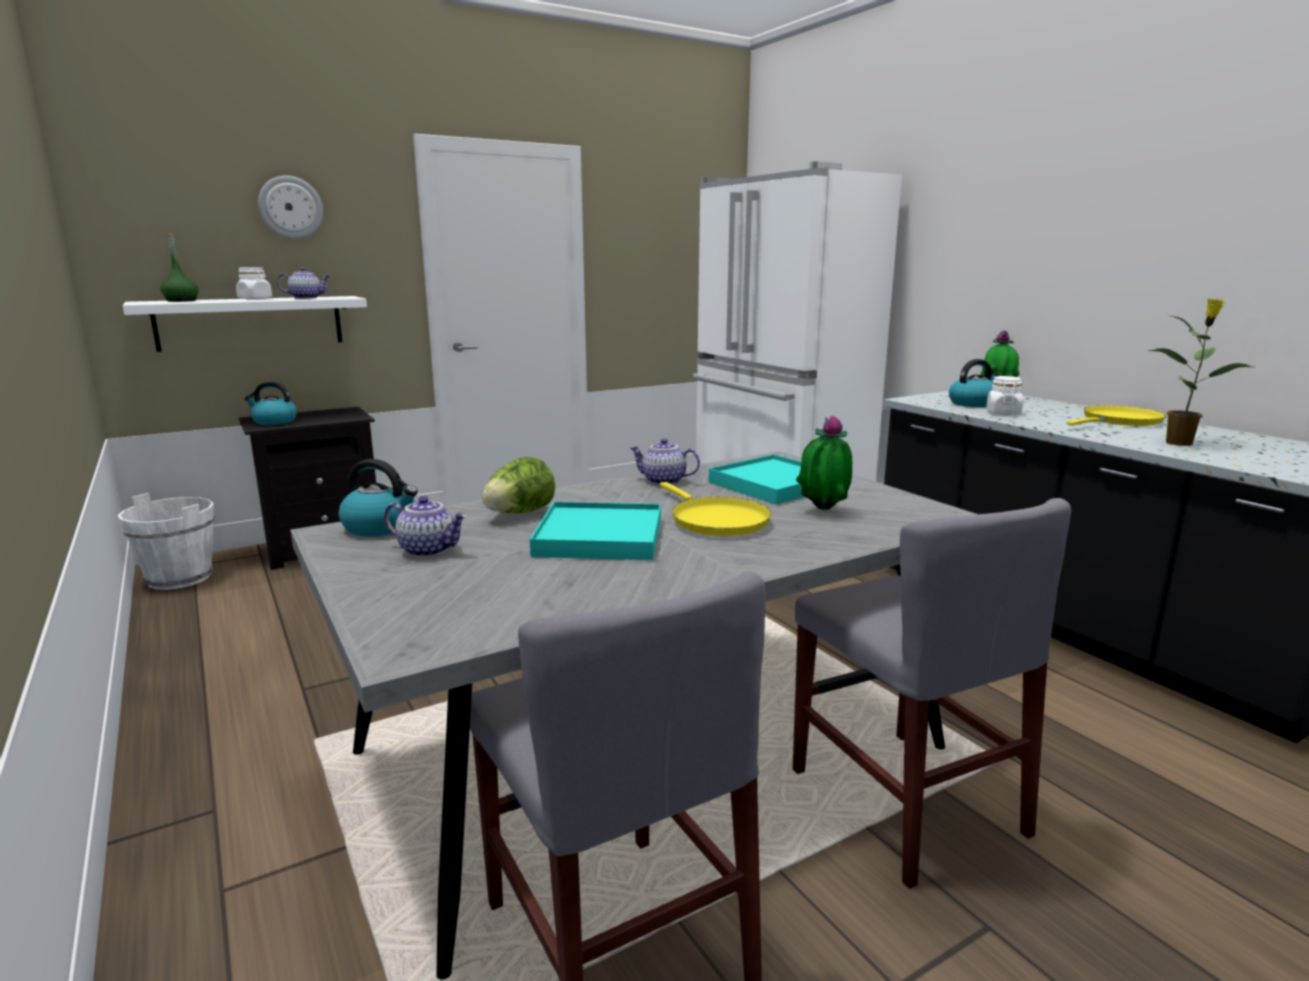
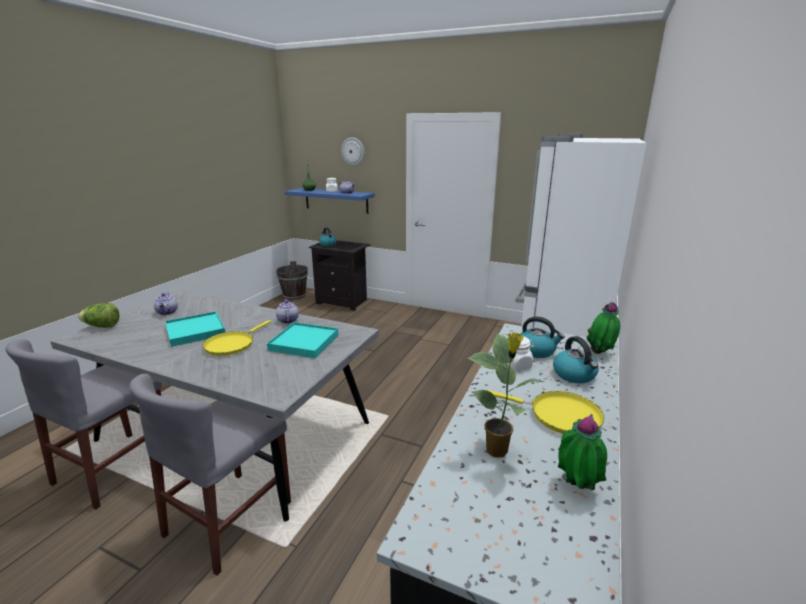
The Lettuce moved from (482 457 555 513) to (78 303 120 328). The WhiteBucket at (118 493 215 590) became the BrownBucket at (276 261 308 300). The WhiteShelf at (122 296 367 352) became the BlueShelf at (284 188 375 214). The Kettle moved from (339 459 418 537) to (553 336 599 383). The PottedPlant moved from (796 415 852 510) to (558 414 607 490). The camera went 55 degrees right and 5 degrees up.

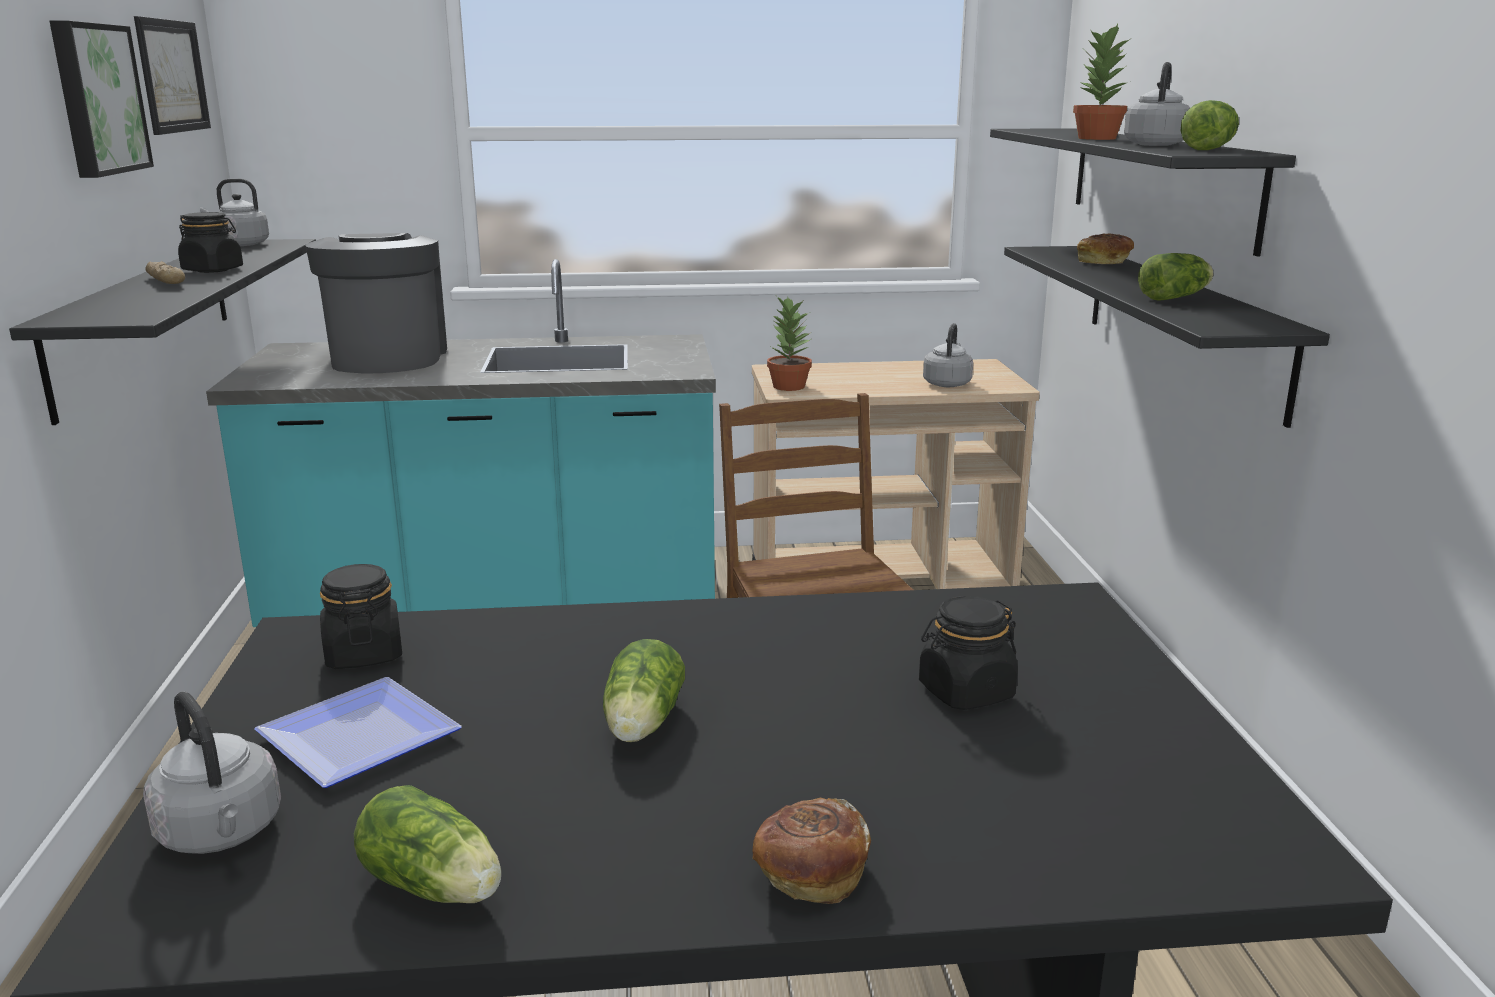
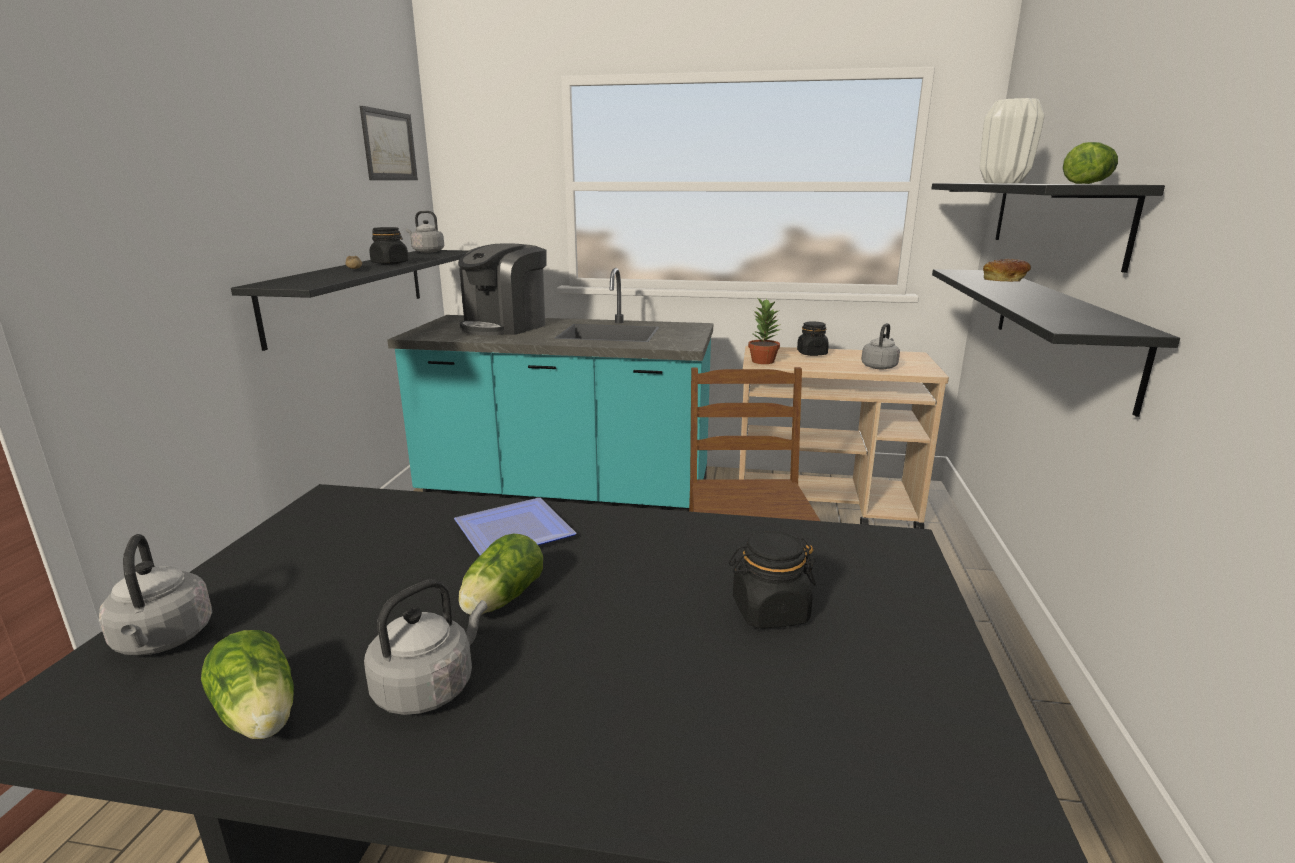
The GreyKettle moved from (1124 62 1190 146) to (364 579 487 715). The Plate moved from (254 677 462 788) to (454 498 576 555). The CoffeeMachine at (305 233 447 373) turned 150 degrees counterclockwise. The BlackJar moved from (320 564 402 669) to (797 321 829 356). The PottedPlant at (1073 24 1130 140) was replaced by the WhiteVase at (980 98 1045 183). The Picture at (50 21 154 178) disappeared. The Bread at (752 798 871 904) disappeared. The Lettuce at (1138 253 1213 301) disappeared. The camera went 15 degrees right and 0 degrees up.

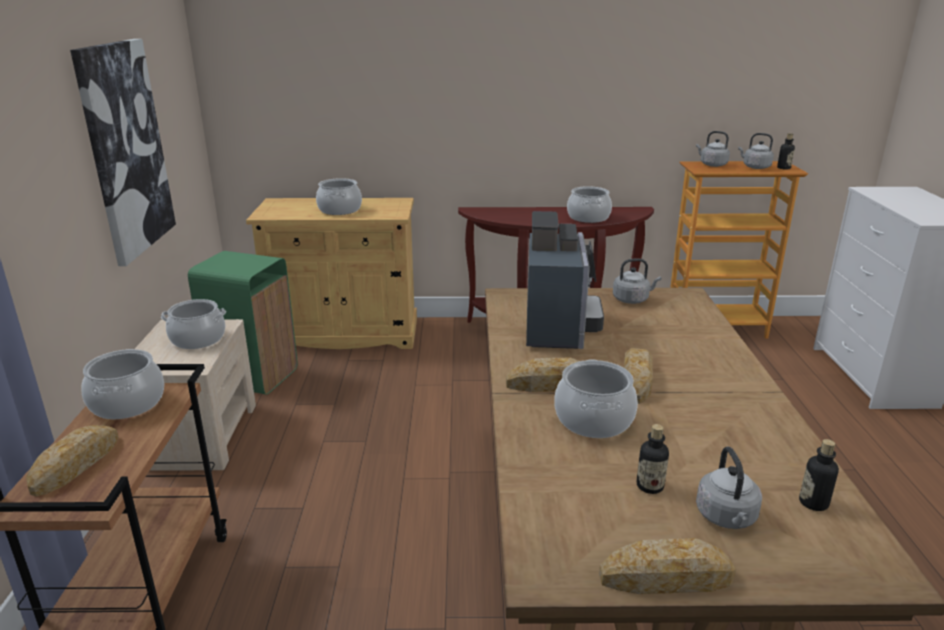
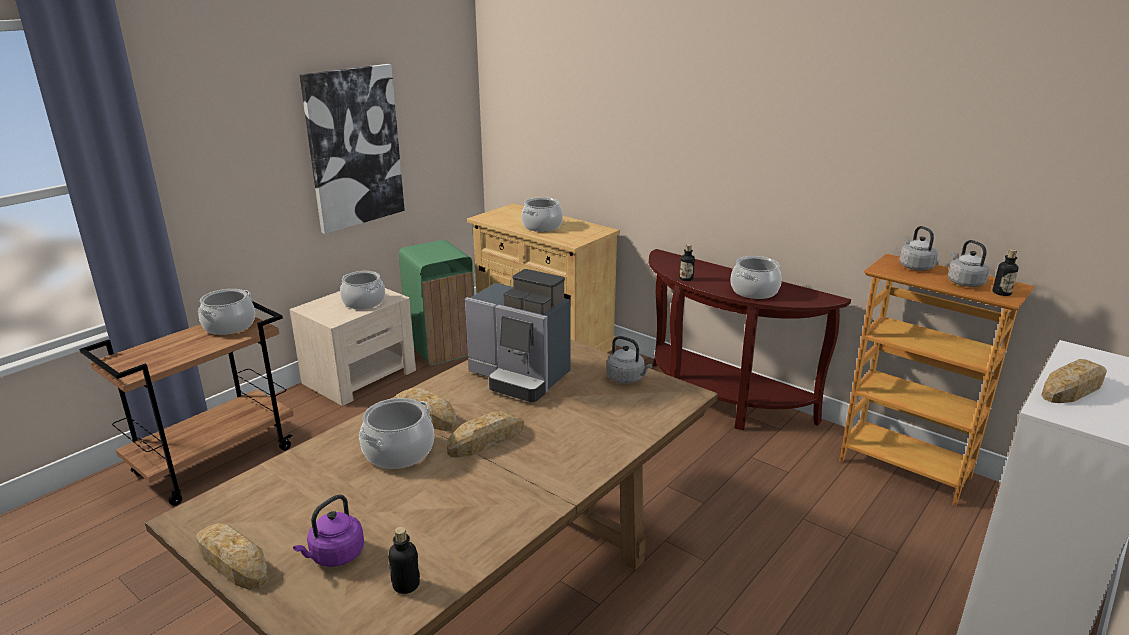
The GreyKettle at (696 447 762 529) became the PurpleKettle at (293 494 364 567). The CoffeeMachine at (526 211 604 349) turned 75 degrees clockwise. The Bottle moved from (636 424 669 494) to (679 244 695 281). The Bread moved from (26 425 119 497) to (1041 359 1107 403). The camera went 40 degrees right and 0 degrees up.

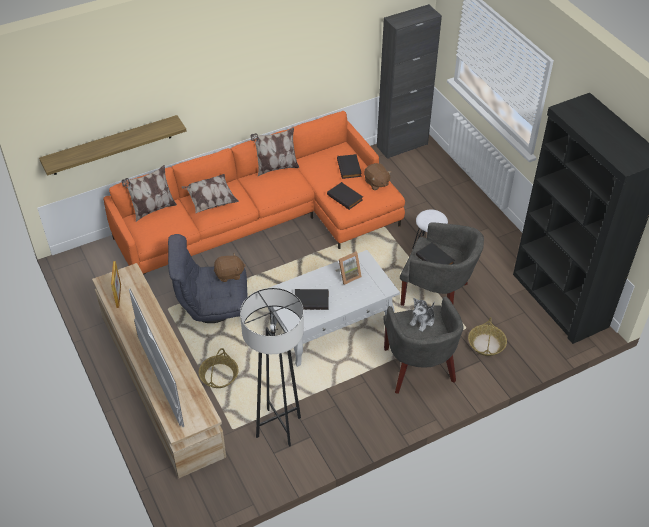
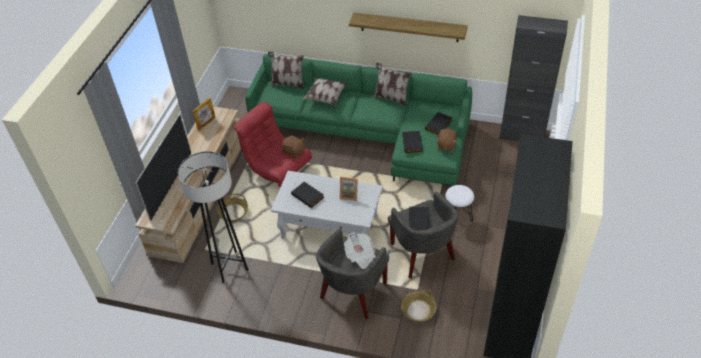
The GreyArmchair at (168 234 248 323) became the RedArmchair at (234 102 312 187). The OrangeSofa at (103 111 405 275) became the GreenSofa at (245 54 472 186). The PlushToy at (410 298 434 332) was replaced by the Newspaper at (344 232 376 269). The Shelf moved from (39 115 186 176) to (349 13 468 42). The camera went 45 degrees right and 0 degrees up.

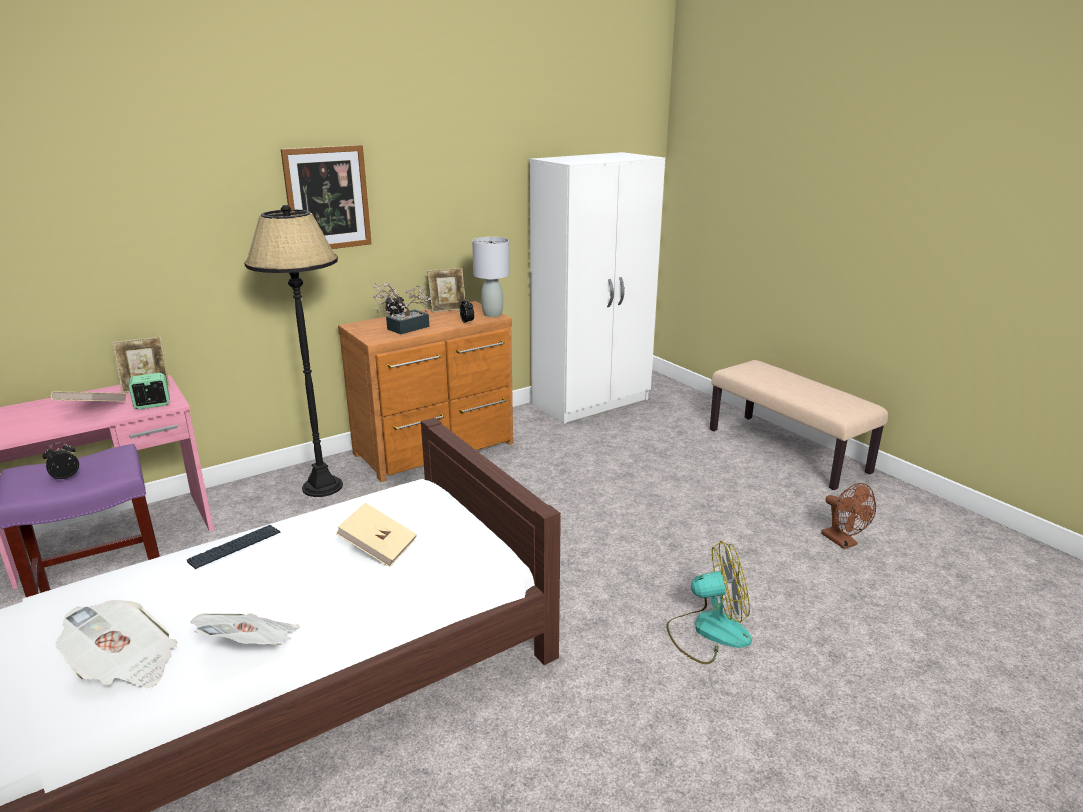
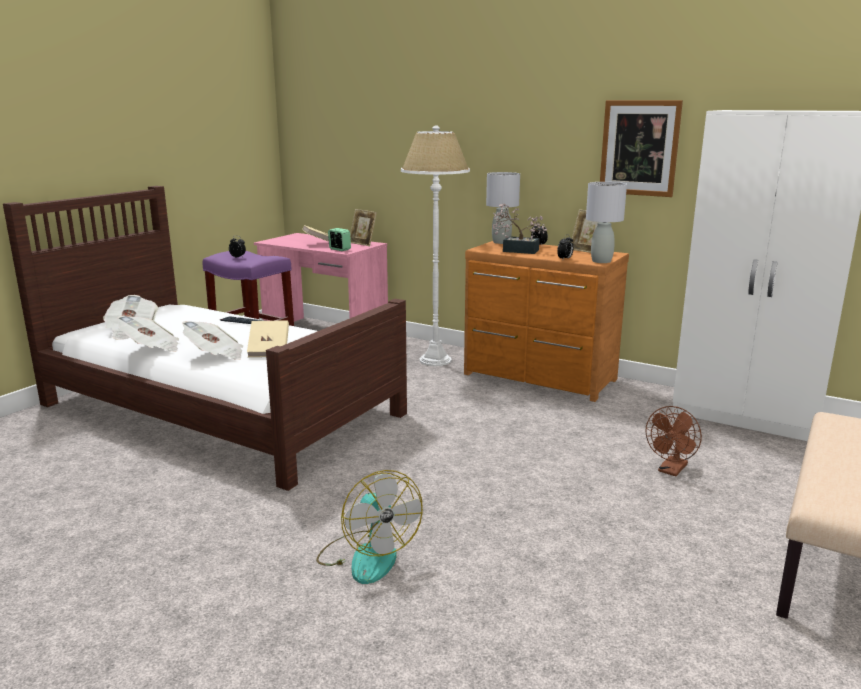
The Newspaper at (182 321 243 360) appeared. The BlackFloorLamp at (244 205 343 497) became the WhiteFloorLamp at (401 125 470 366). The GreyTableLamp at (486 172 520 244) appeared. The Picture moved from (281 145 372 249) to (600 100 683 197). The BrownFan moved from (821 483 876 549) to (646 406 702 476). The camera went 65 degrees right and 5 degrees down.

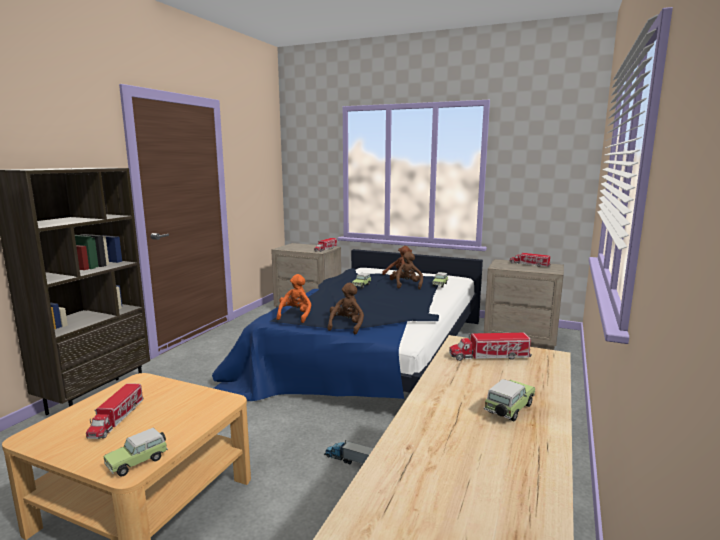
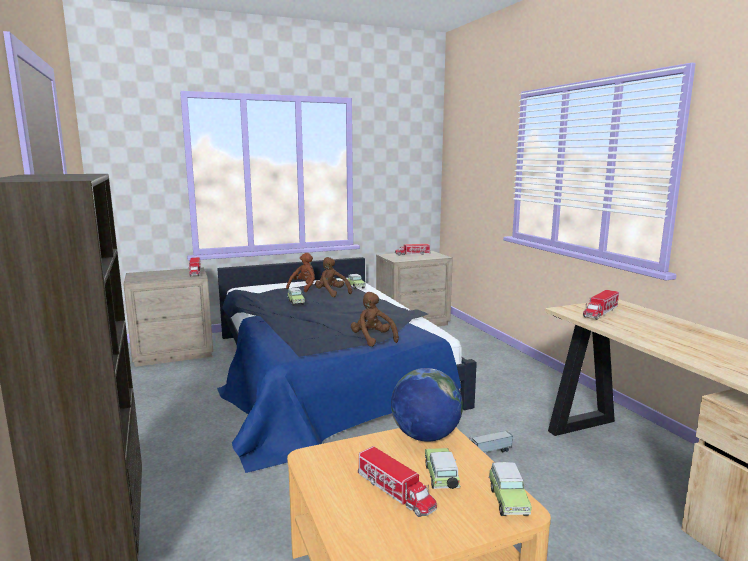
The Globe at (391 368 463 442) appeared. The ToyCar moved from (484 379 535 421) to (425 448 460 489). The OrangePlushToy at (276 274 311 323) disappeared. The camera went 45 degrees left and 0 degrees up.

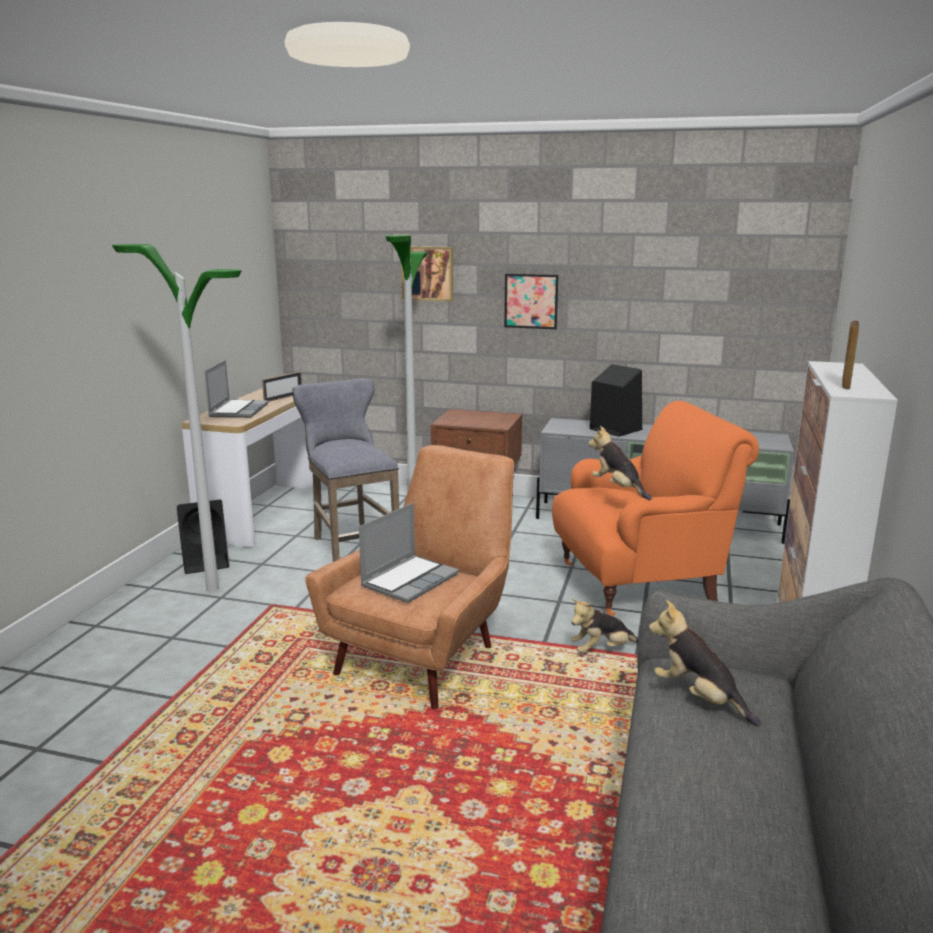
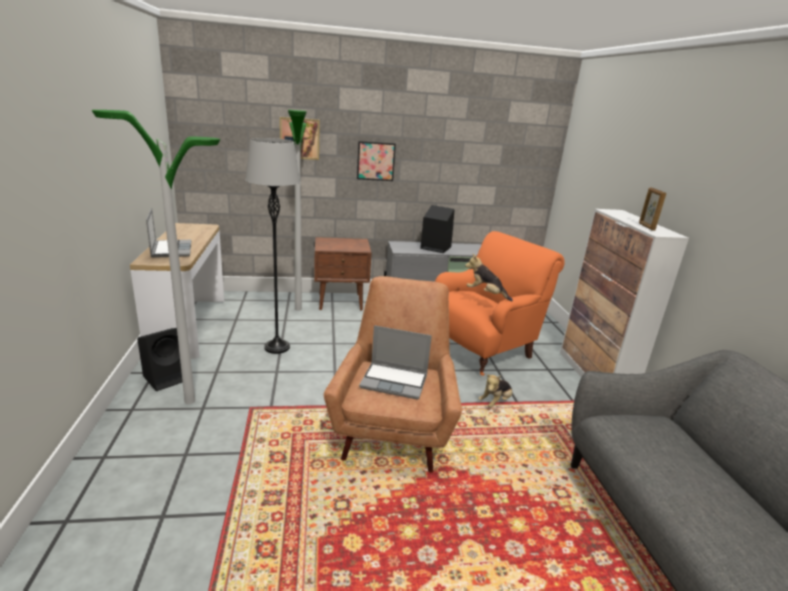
The GreyStool at (292 378 399 562) was replaced by the GreyFloorLamp at (245 138 301 354). The Laptop at (359 503 459 603) turned 90 degrees clockwise. The PictureFrame at (262 372 302 402) disappeared. The PlushToy at (649 600 761 726) disappeared. The camera went 25 degrees left and 5 degrees up.

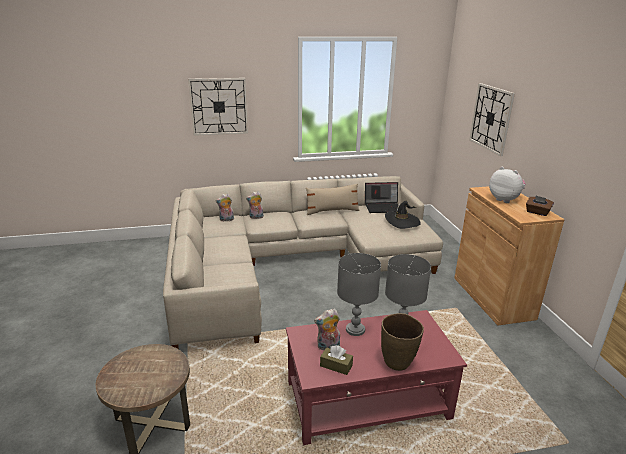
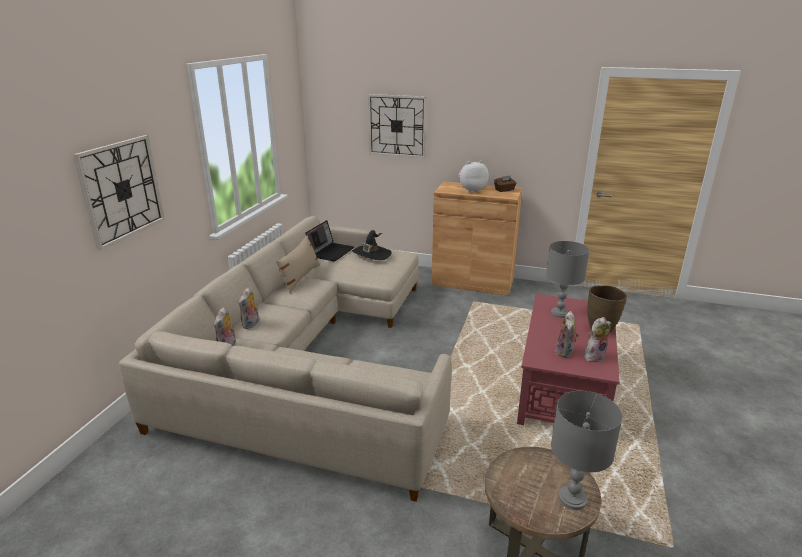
The GreyTableLamp moved from (337 253 381 336) to (551 391 623 510). The BrownTissueBox at (320 345 353 375) was replaced by the PlushToy at (584 317 611 362). The camera went 60 degrees left and 0 degrees up.

